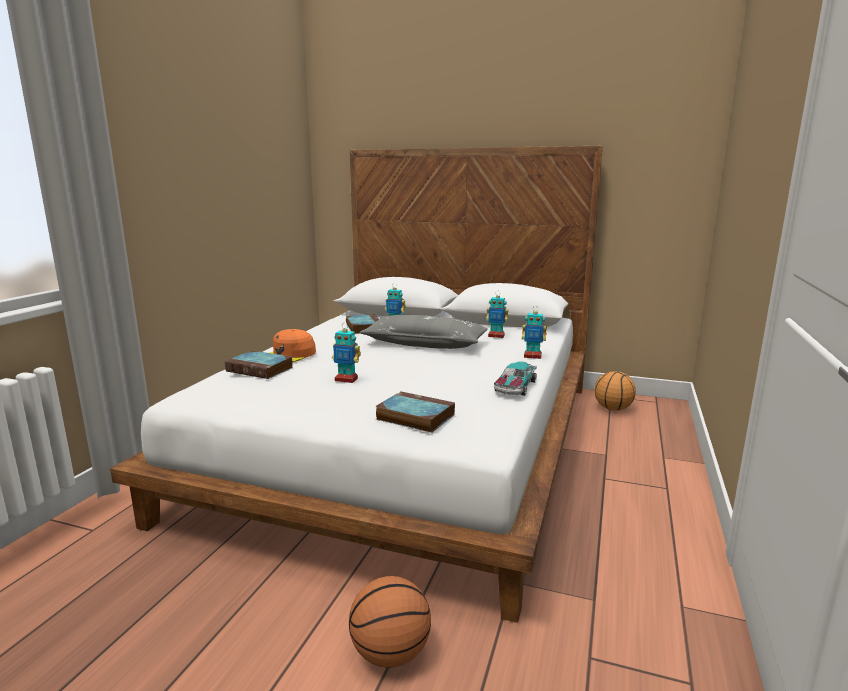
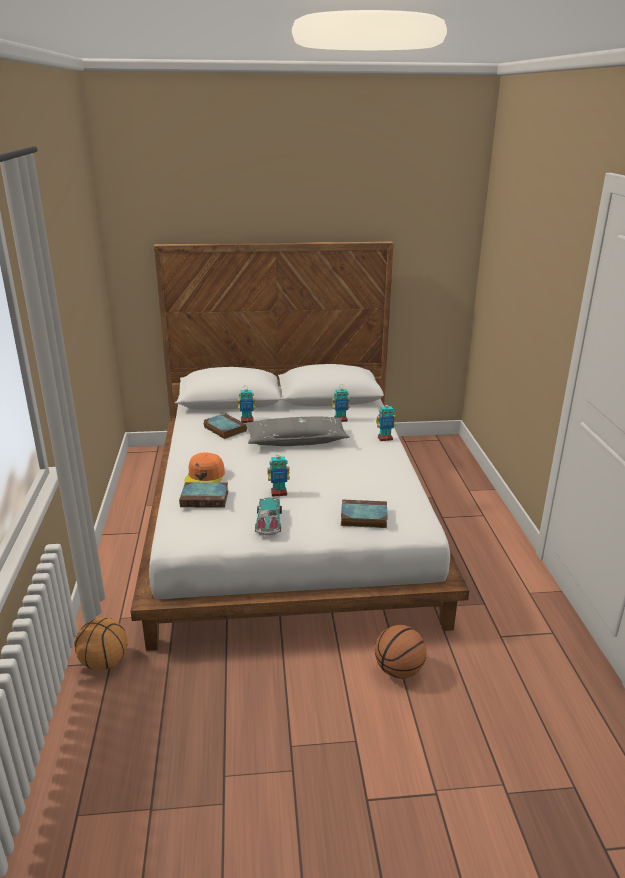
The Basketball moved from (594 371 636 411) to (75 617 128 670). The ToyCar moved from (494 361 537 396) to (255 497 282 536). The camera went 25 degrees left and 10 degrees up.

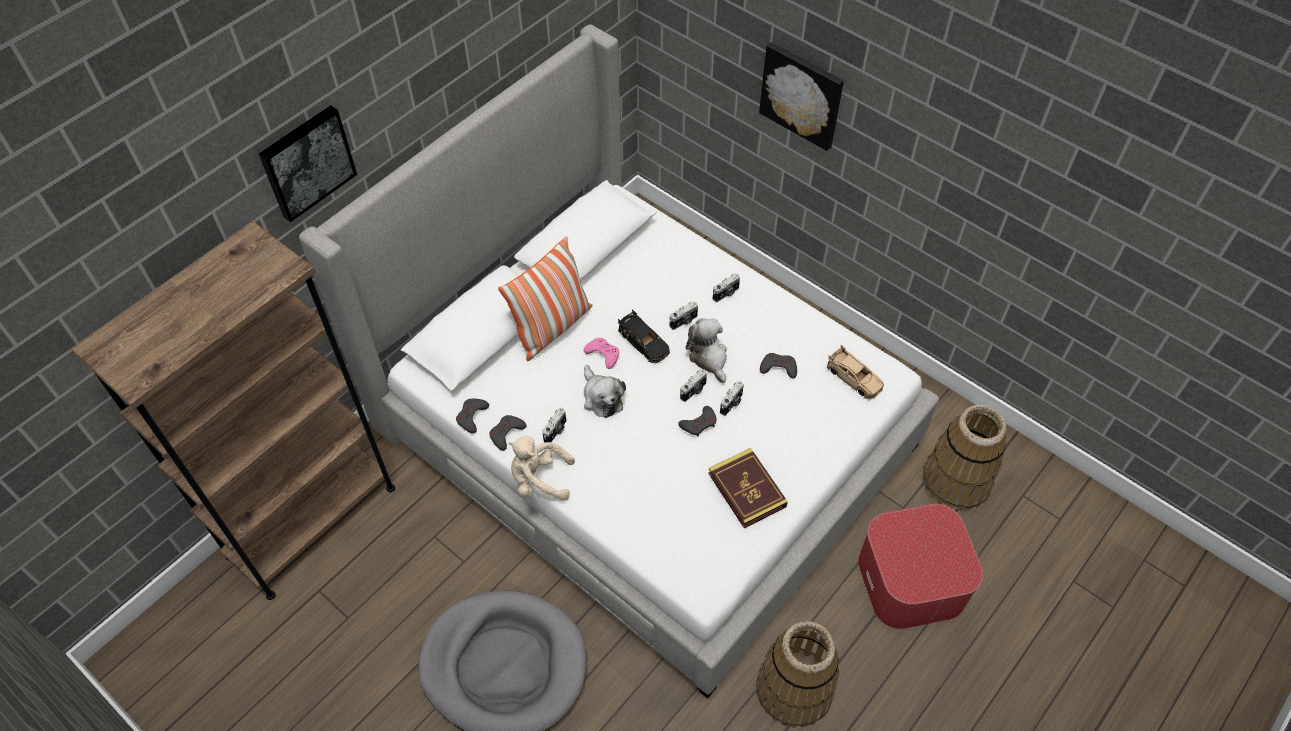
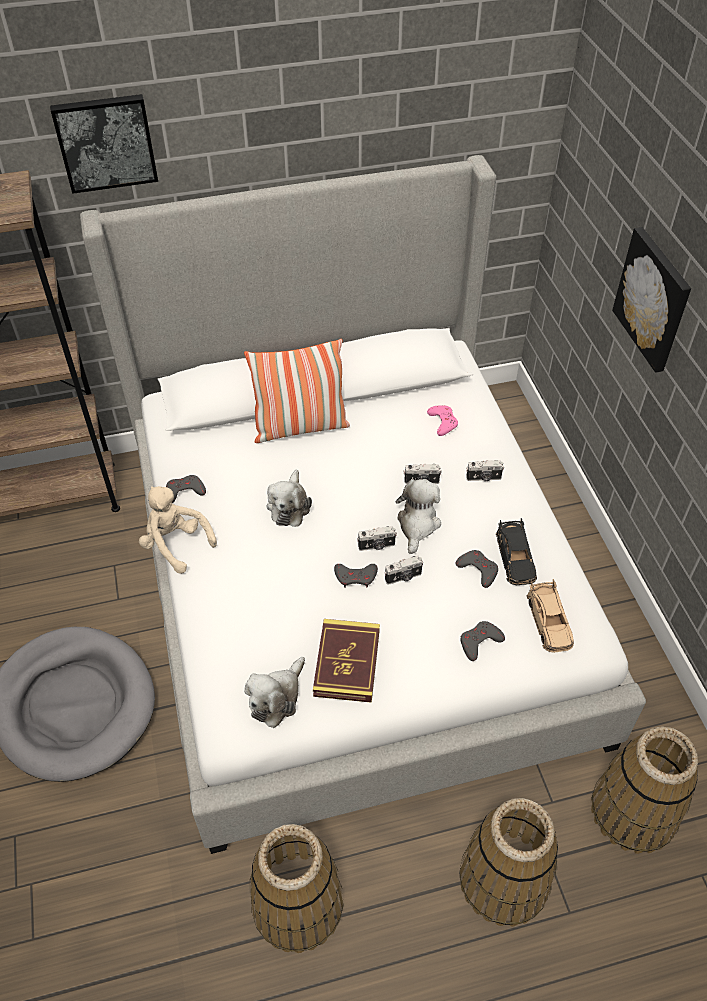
The PlushToy at (245 657 305 728) appeared. The PinkGameController moved from (583 338 619 369) to (427 405 458 436). The Ottoman at (858 504 983 629) was replaced by the Basket at (459 798 558 927). The GreyGameController moved from (456 399 489 433) to (460 621 505 661). The BlackToyCar moved from (618 309 670 363) to (496 518 537 585). The PhotoCamera at (542 408 566 443) disappeared. The camera went 35 degrees right and 5 degrees down.

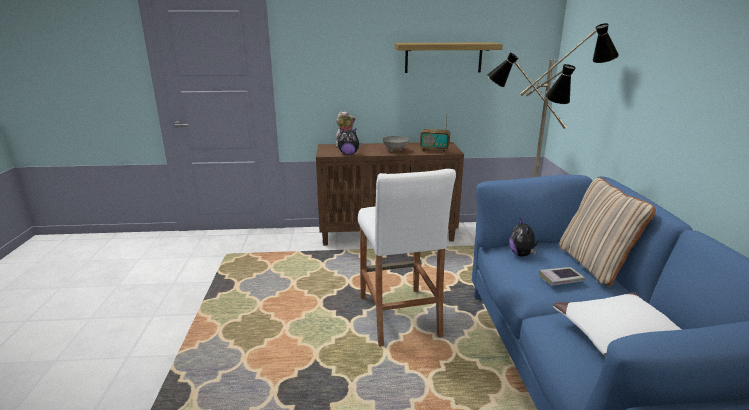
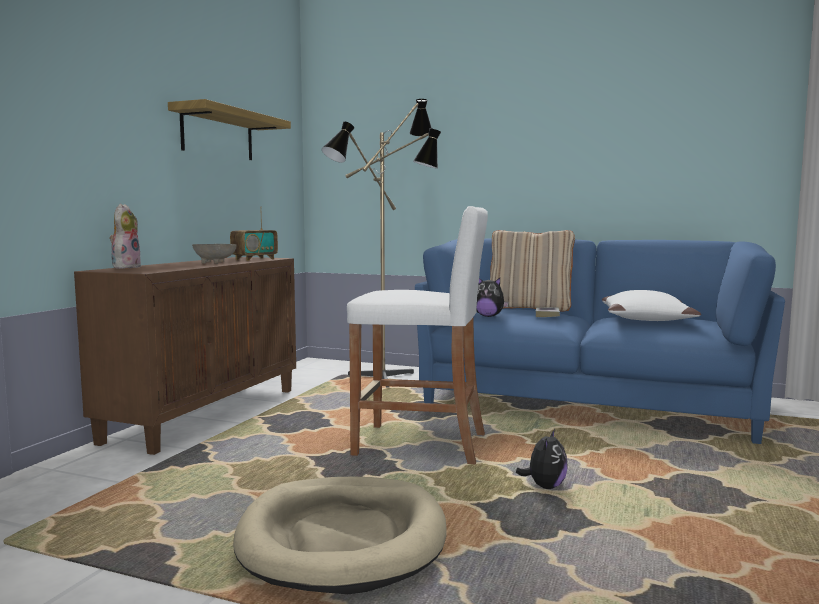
The BeigeDogBed at (233 476 447 594) appeared. The PlushToy moved from (338 128 361 155) to (516 429 568 489). The camera went 65 degrees left and 15 degrees down.

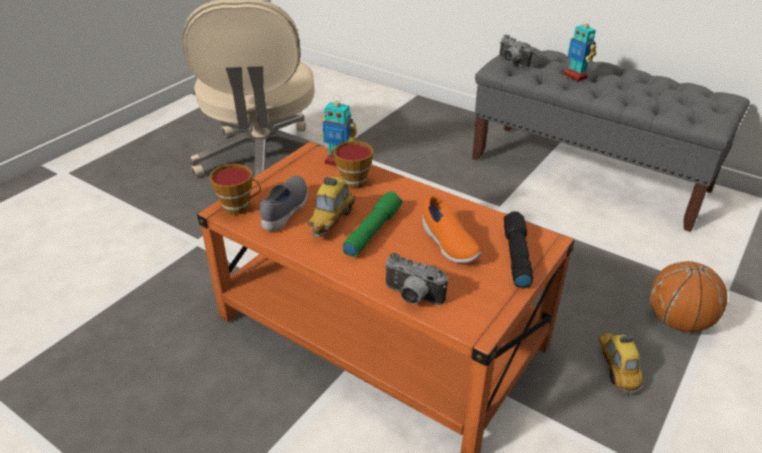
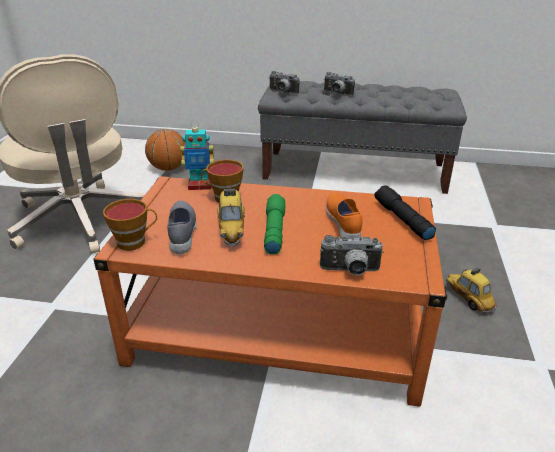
The Basketball moved from (650 261 727 332) to (145 129 186 171). The ToyRobot at (564 20 596 81) was replaced by the PhotoCamera at (324 72 355 96). The OrangeShoe at (423 195 481 263) turned 135 degrees counterclockwise. The camera went 25 degrees left and 5 degrees down.

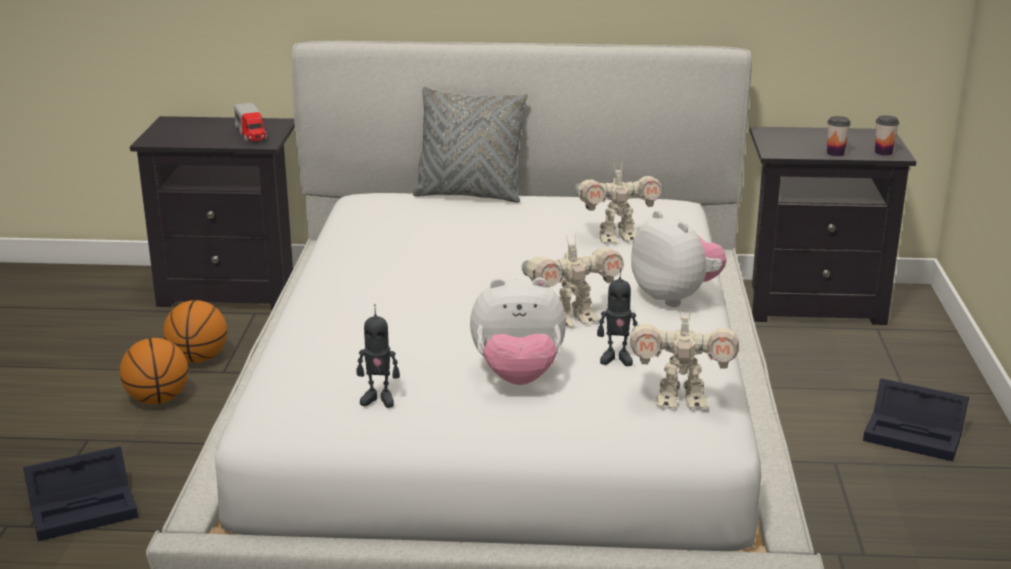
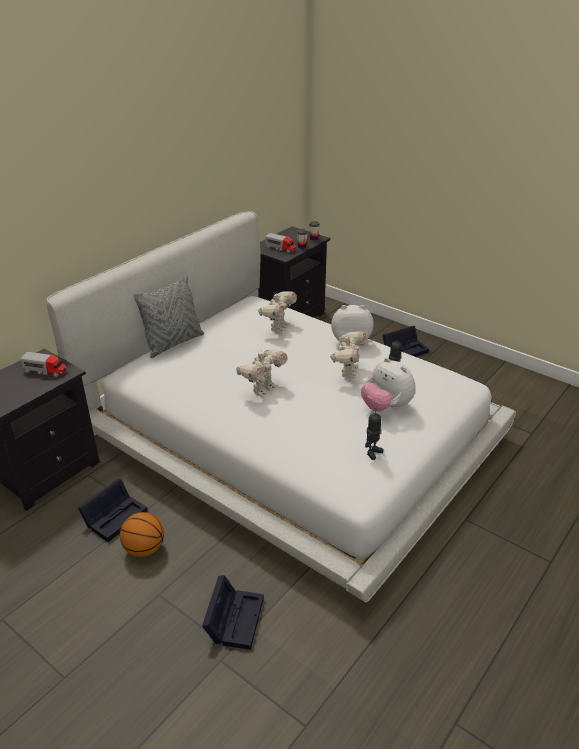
The Basketball at (163 300 227 363) was replaced by the BlackStorageBox at (78 479 147 542). The ToyRobot moved from (630 308 739 408) to (236 349 288 397). The ToyTruck at (265 233 296 253) appeared. The PlushToy at (470 277 566 385) turned 105 degrees clockwise. The camera went 55 degrees left and 10 degrees up.

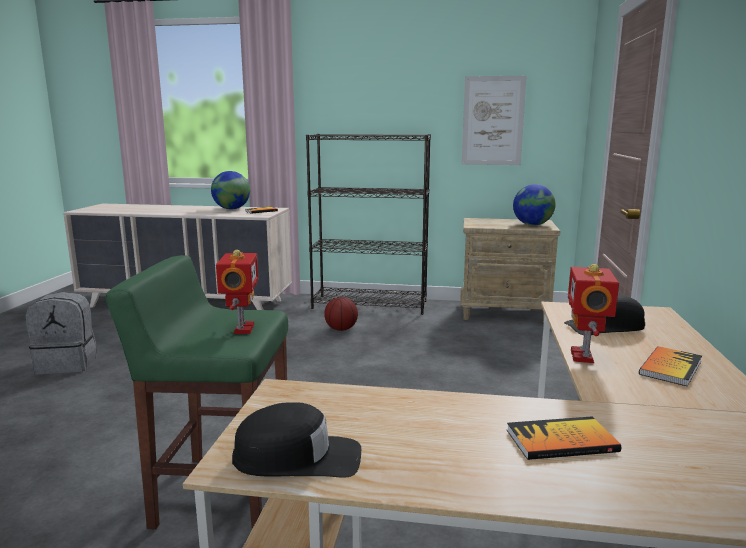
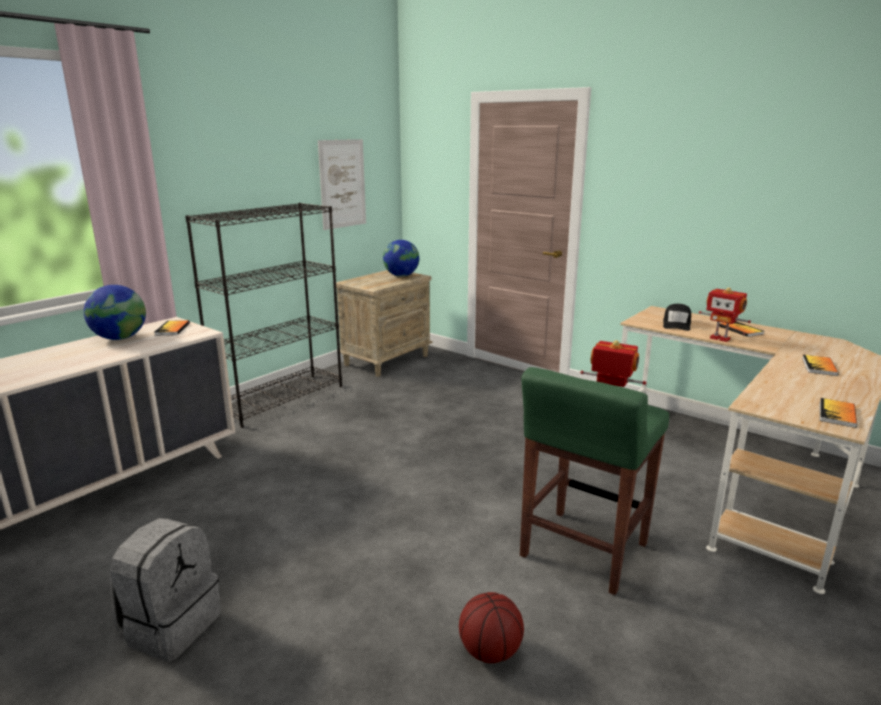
The Basketball moved from (324 297 358 331) to (459 592 524 663). The BlackCap at (232 402 361 478) was replaced by the Book at (820 398 857 428). The camera went 60 degrees left and 5 degrees up.

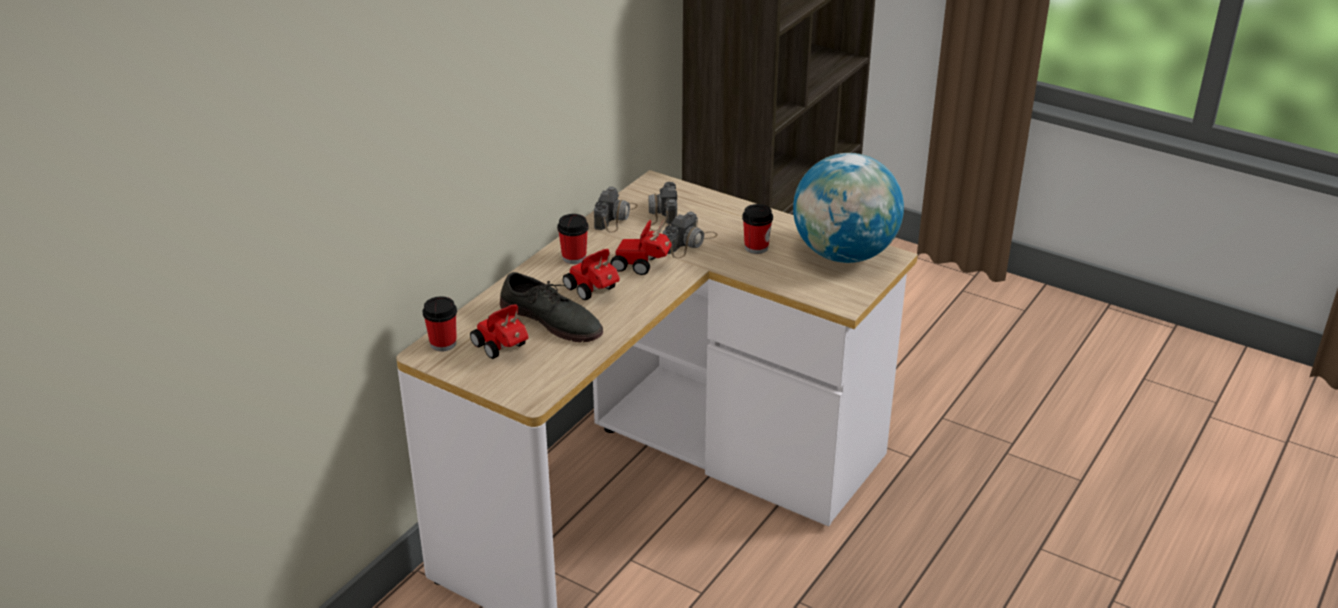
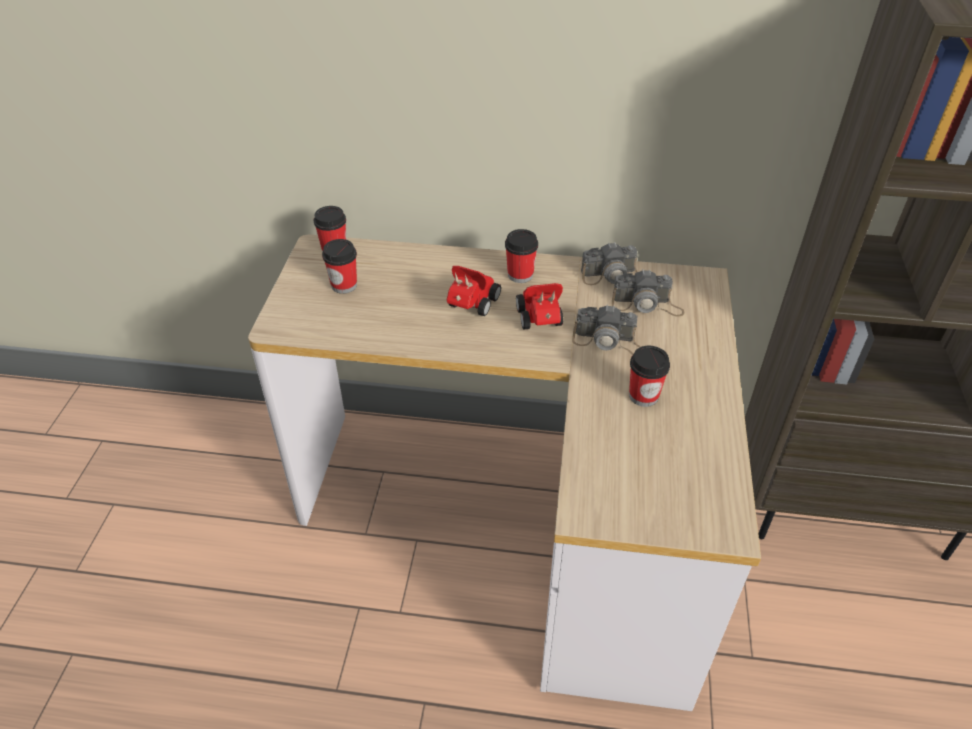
The ToyCar at (470 304 528 359) was replaced by the Cup at (322 239 357 294). The PhotoCamera at (648 182 677 231) turned 150 degrees counterclockwise. The GreyShoe at (500 272 603 342) disappeared. The Globe at (793 153 904 263) disappeared. The camera went 65 degrees right and 10 degrees up.

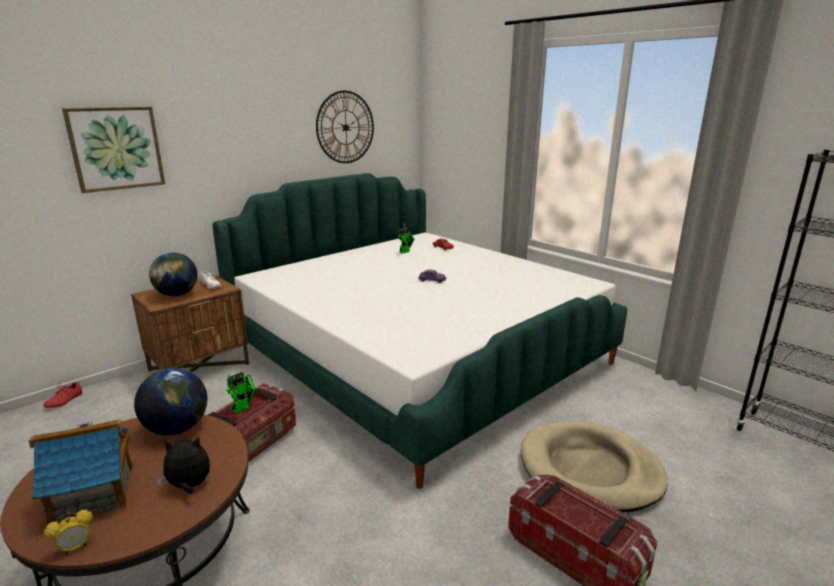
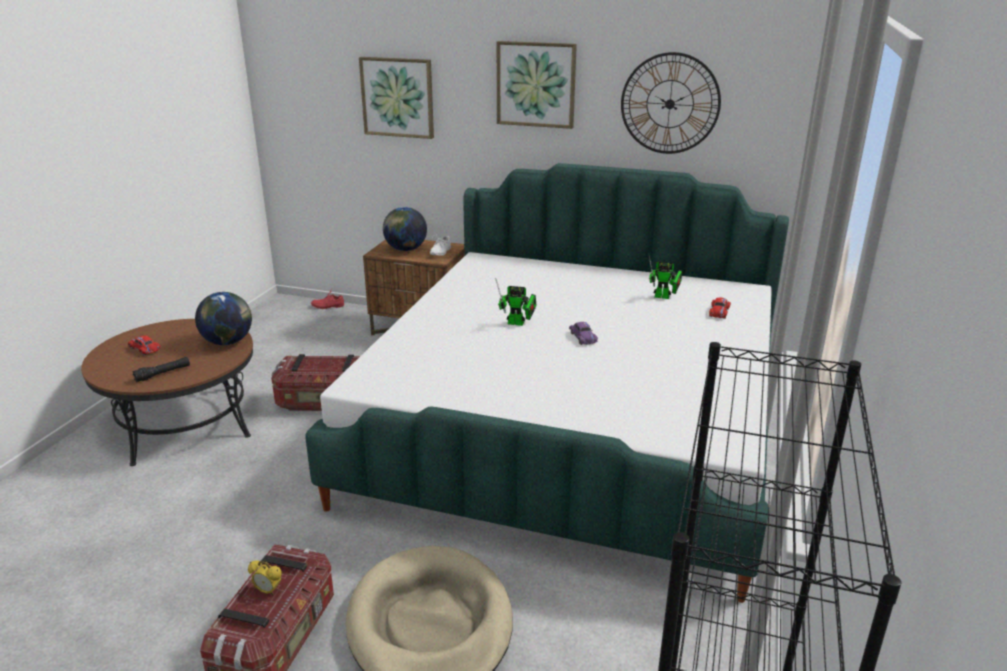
The ToyHouse at (28 419 133 524) was replaced by the RedToyCar at (128 336 160 355). The PlushToy at (156 437 210 494) was replaced by the BlackFlashlight at (132 357 190 382). The AlarmClock moved from (44 510 93 555) to (248 560 282 595). The ToyRobot moved from (227 372 256 413) to (496 279 537 326). The Picture at (497 41 577 129) appeared. The camera went 60 degrees right and 5 degrees up.

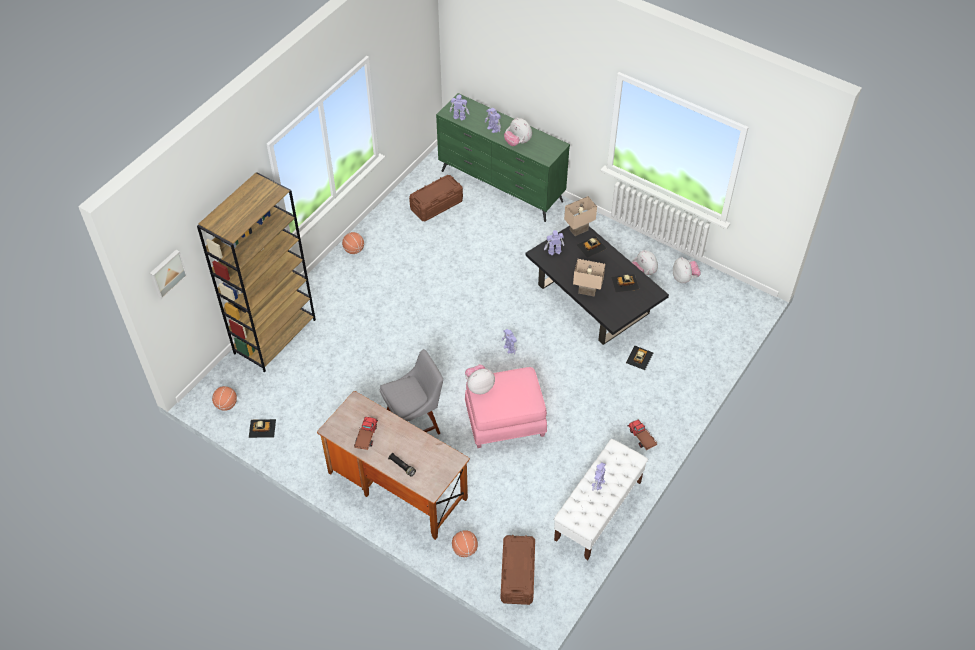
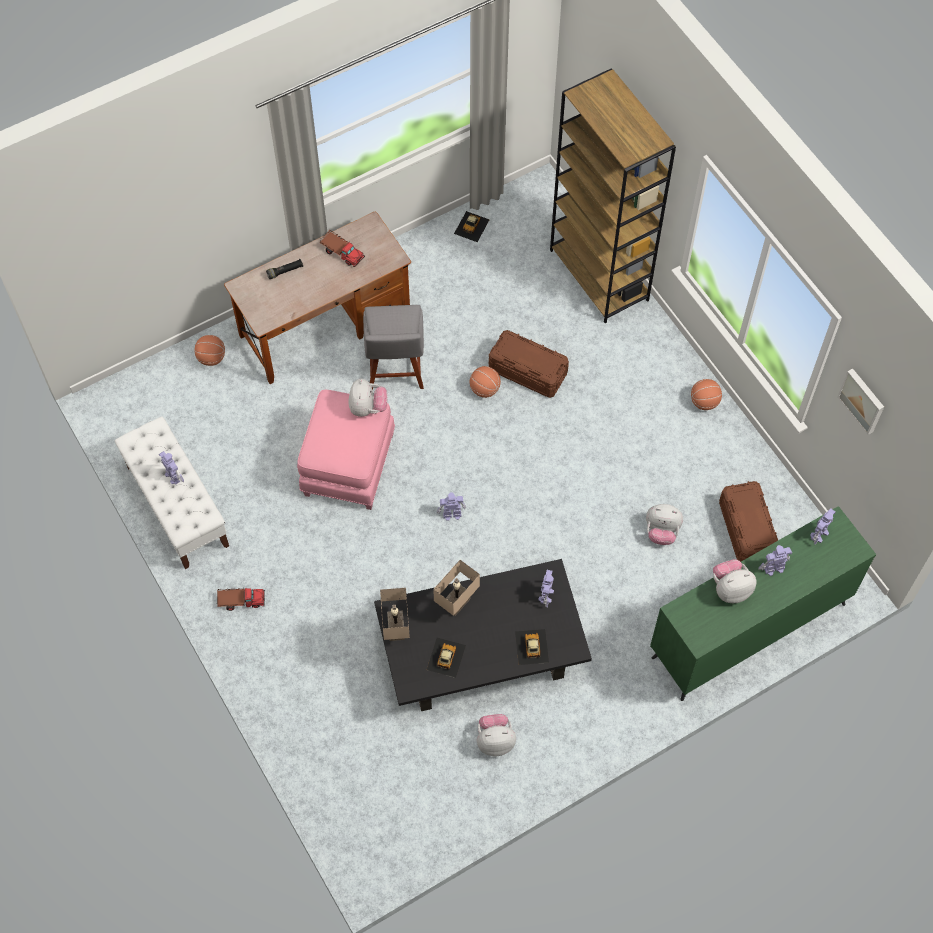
The BeigeTableLamp moved from (564 196 597 236) to (380 588 410 641). The Basketball moved from (212 386 237 411) to (470 366 501 398). The BrownStorageBox moved from (501 535 535 605) to (489 330 569 398). The PlushToy moved from (673 257 700 283) to (646 504 683 545). The Picture moved from (150 249 187 299) to (838 368 884 435). The ToyCar at (626 346 653 370) disappeared. The camera went 115 degrees right and 10 degrees up.

